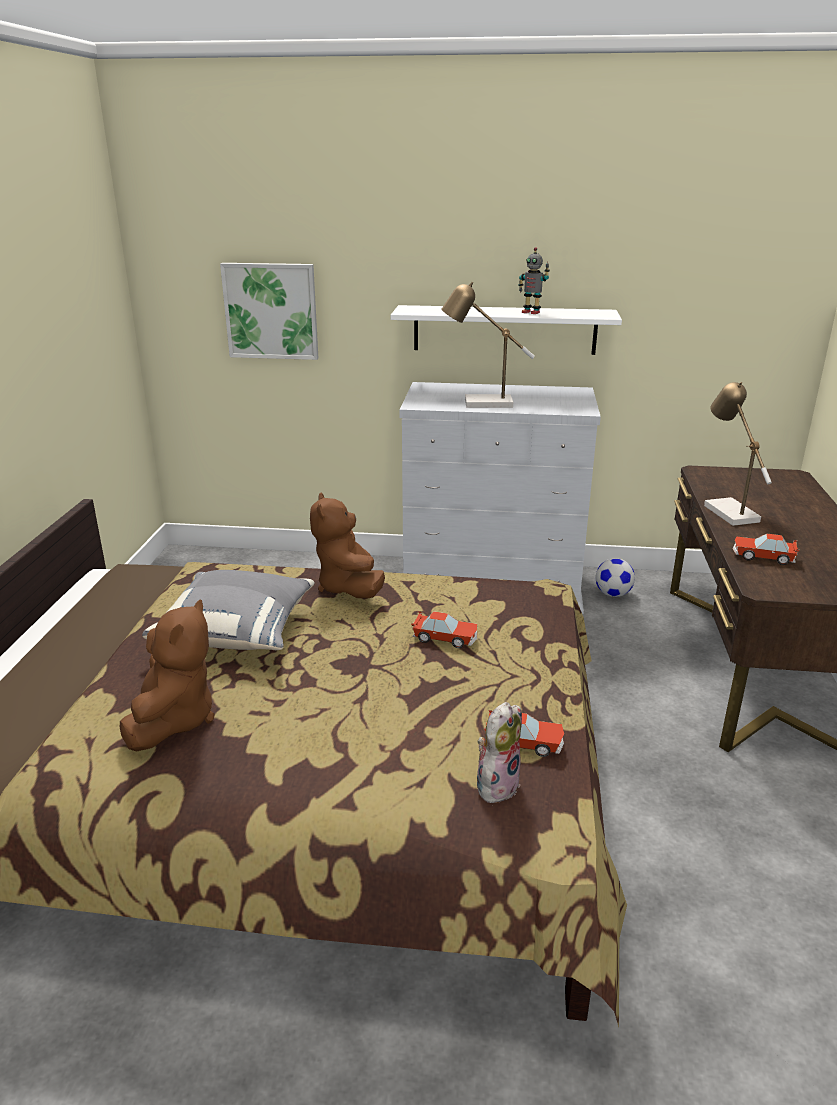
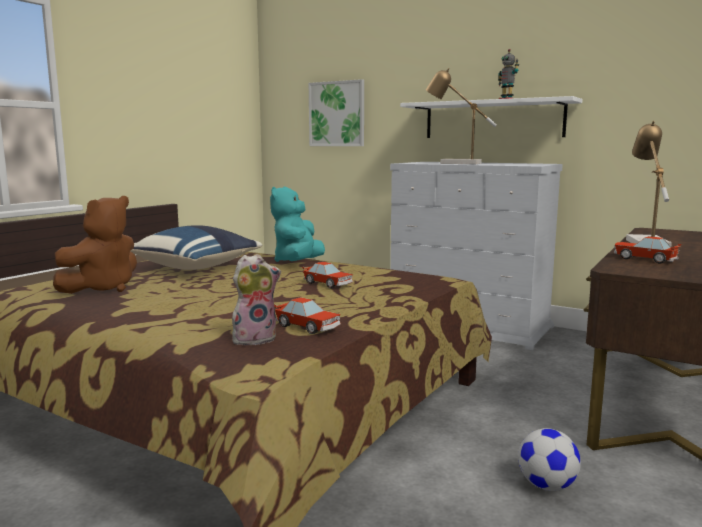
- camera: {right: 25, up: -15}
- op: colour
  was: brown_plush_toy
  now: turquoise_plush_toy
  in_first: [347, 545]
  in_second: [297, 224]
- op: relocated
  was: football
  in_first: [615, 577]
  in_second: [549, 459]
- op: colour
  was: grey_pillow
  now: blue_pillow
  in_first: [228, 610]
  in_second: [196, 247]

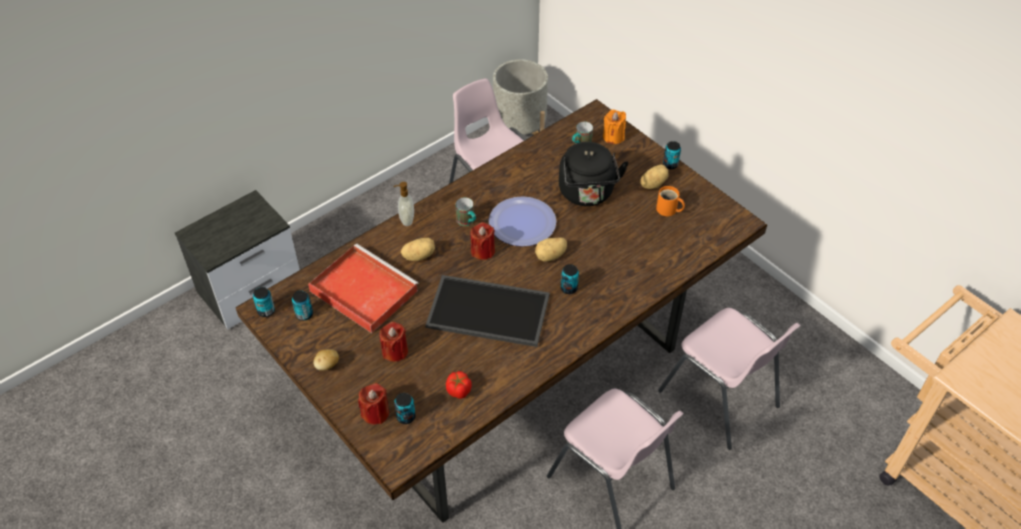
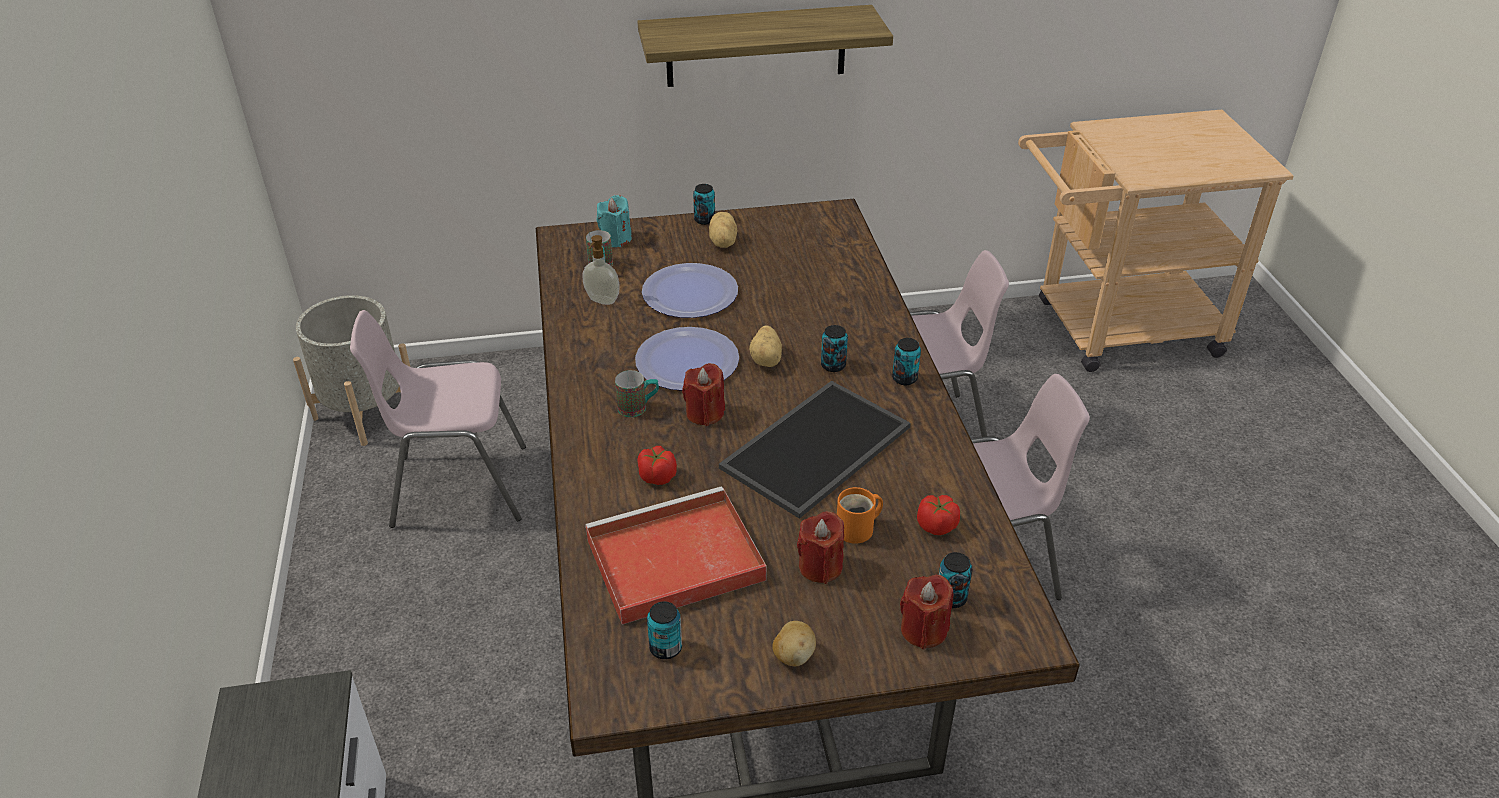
- camera: {right: -60, up: -10}
- op: colour
  was: orange_candle
  now: turquoise_candle
  in_first: [614, 127]
  in_second: [614, 221]
- op: exchanged
  was: black_kettle
  now: plate
  in_first: [593, 174]
  in_second: [690, 290]
- op: relocated
  was: soap_dispenser
  in_first: [403, 204]
  in_second: [601, 270]
- op: relocated
  was: orange_mug
  in_first: [670, 201]
  in_second: [860, 515]
- op: exchanged
  was: potato
  now: tomato
  in_first: [418, 249]
  in_second: [657, 465]
- op: relocated
  was: can
  in_first: [264, 302]
  in_second: [906, 361]
- op: appeared
  now: shelf
  in_second: [765, 46]

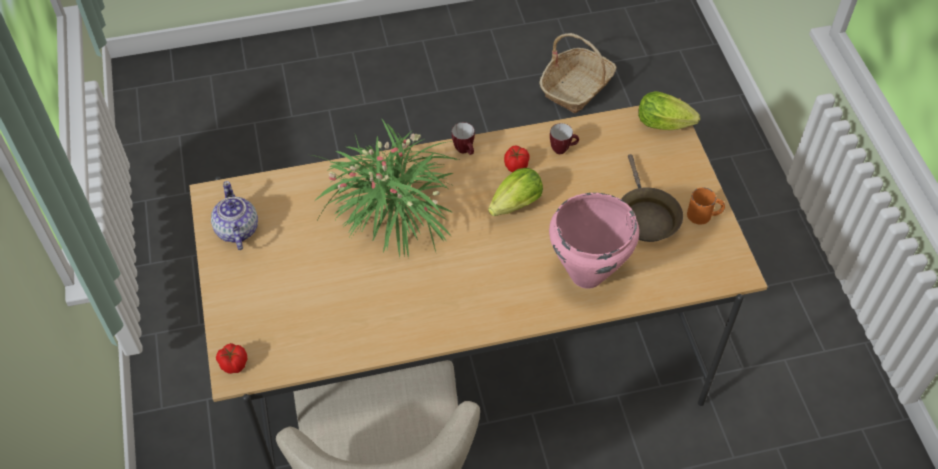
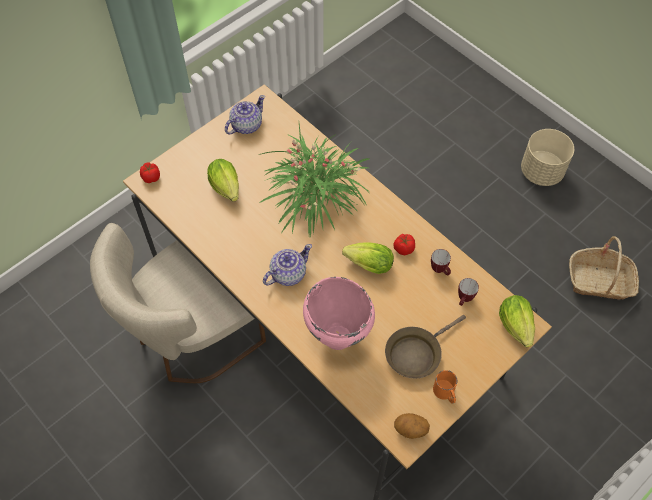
- camera: {right: 60, up: 5}
- op: relocated
  was: mug
  in_first: [463, 138]
  in_second: [468, 292]
- op: appeared
  now: beige_planter
  in_second: [547, 157]
- op: appeared
  now: lettuce
  in_second: [223, 180]
- op: appeared
  now: teapot
  in_second: [287, 265]
- op: appeared
  now: potato
  in_second: [412, 426]

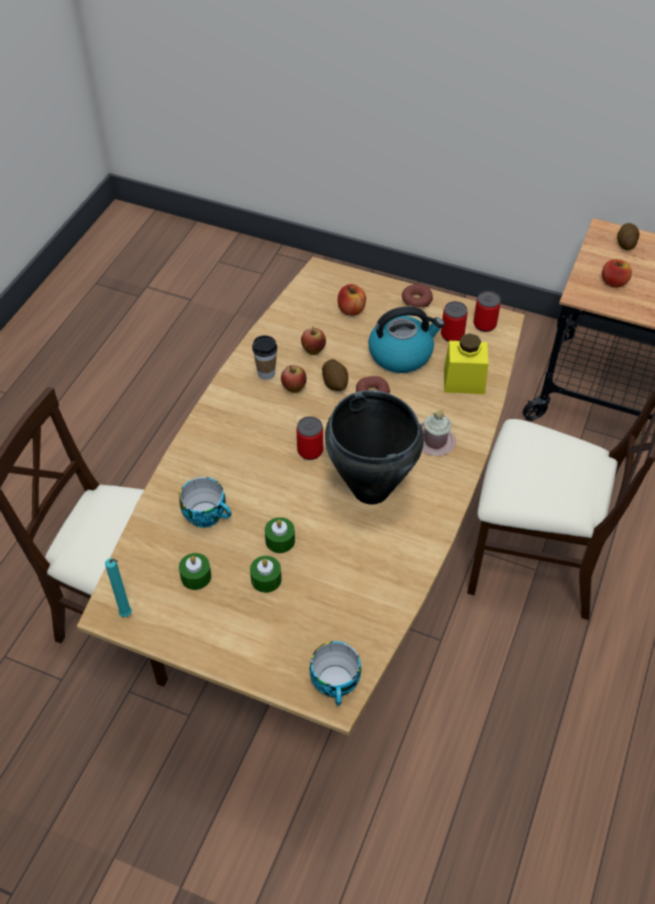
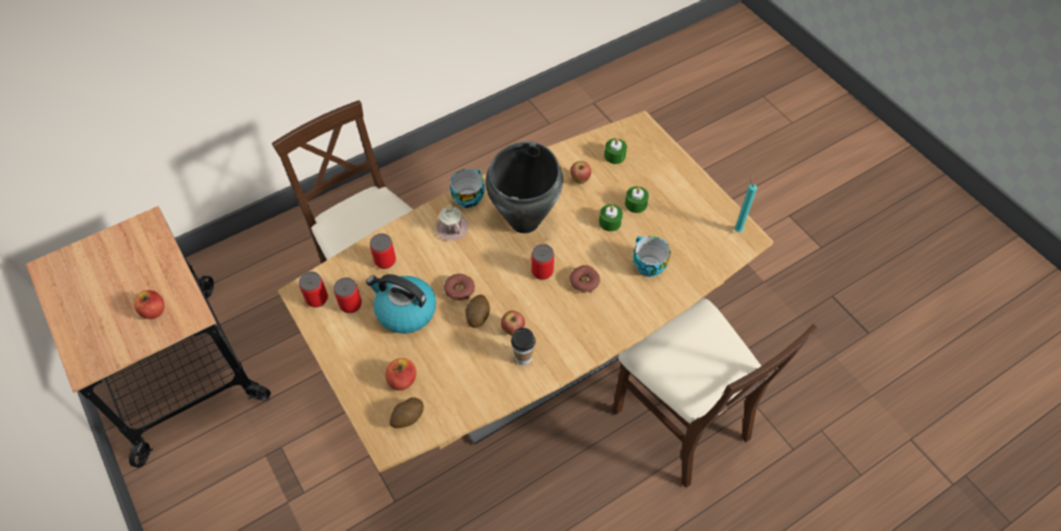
- camera: {right: -145, up: 5}
- op: relocated
  was: potato
  in_first: [628, 236]
  in_second: [407, 413]
- op: relocated
  was: donut
  in_first: [417, 296]
  in_second: [584, 279]
- op: relocated
  was: apple
  in_first: [313, 340]
  in_second: [580, 172]
- op: exchanged
  was: yellow_jar
  now: can
  in_first: [466, 364]
  in_second: [383, 251]
- op: relocated
  was: green_candle
  in_first: [195, 571]
  in_second: [615, 151]
- op: relocated
  was: cup
  in_first: [335, 673]
  in_second: [467, 188]

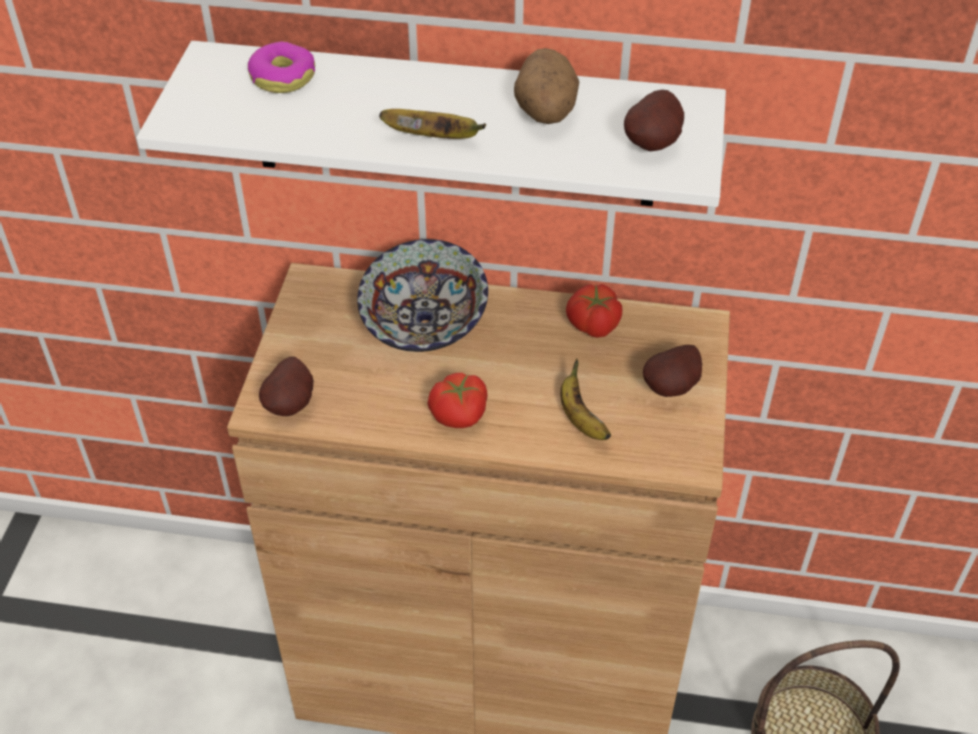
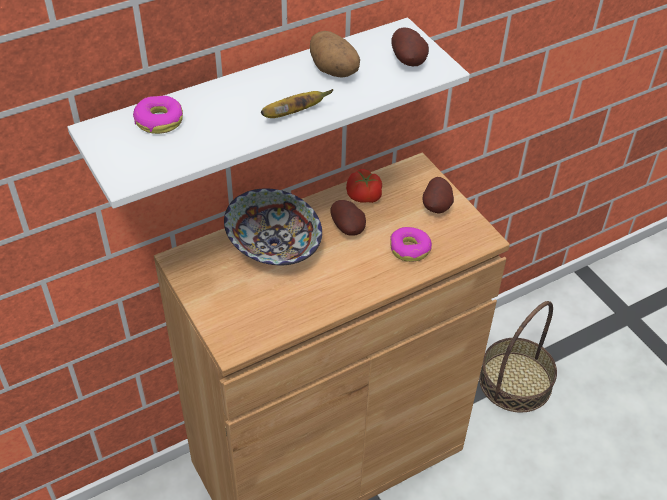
- camera: {right: -40, up: 0}
- op: relocated
  was: potato
  in_first: [286, 386]
  in_second: [348, 218]
- op: exchanged
  was: banana
  now: donut
  in_first: [585, 399]
  in_second: [411, 244]
- op: missing
  was: tomato
  in_first: [458, 400]

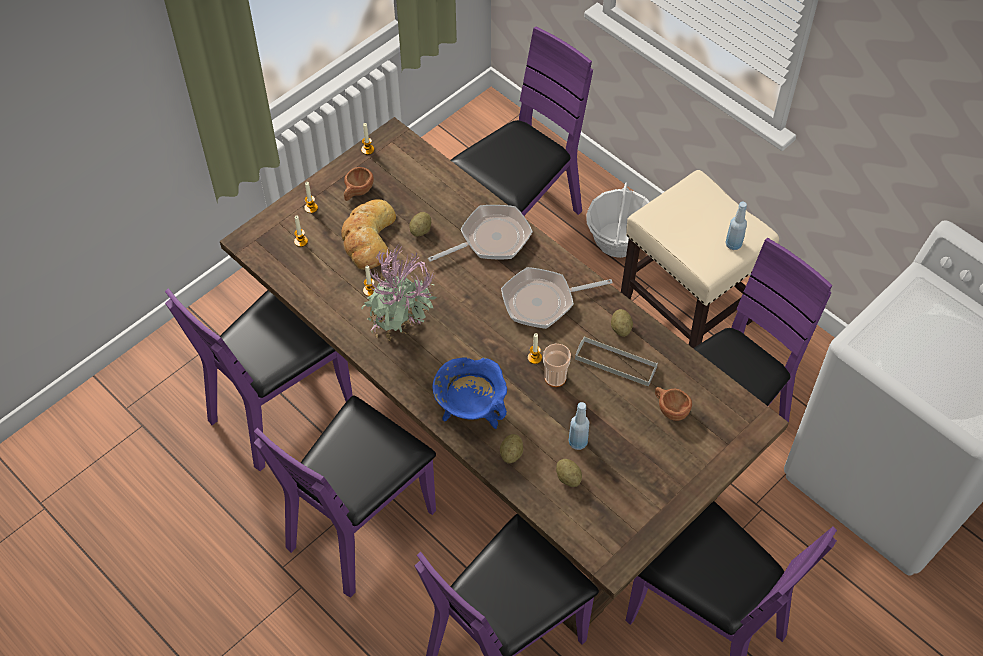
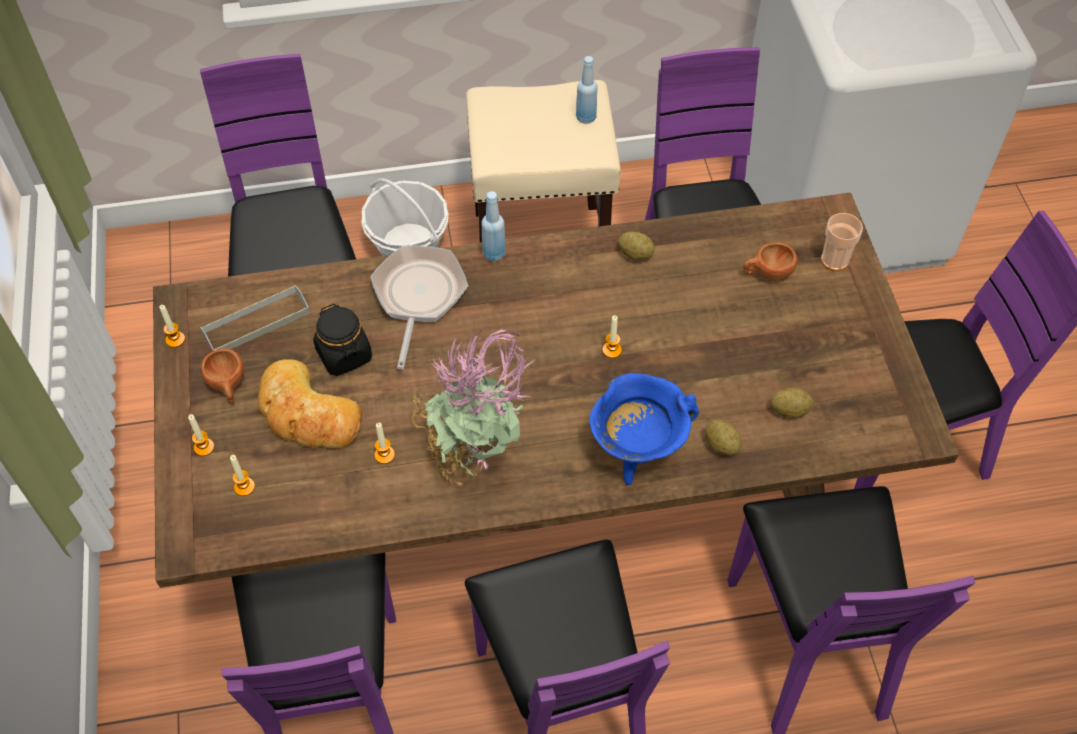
- camera: {right: -55, up: 0}
- op: exchanged
  was: potato
  now: black_jar
  in_first: [420, 224]
  in_second: [342, 339]
- op: missing
  was: frying_pan
  in_first: [557, 298]
- op: relocated
  was: grey_tray
  in_first: [616, 361]
  in_second: [255, 318]
- op: relocated
  was: cup
  in_first: [557, 365]
  in_second: [842, 242]
- op: relocated
  was: blue_bottle
  in_first: [579, 426]
  in_second: [493, 226]

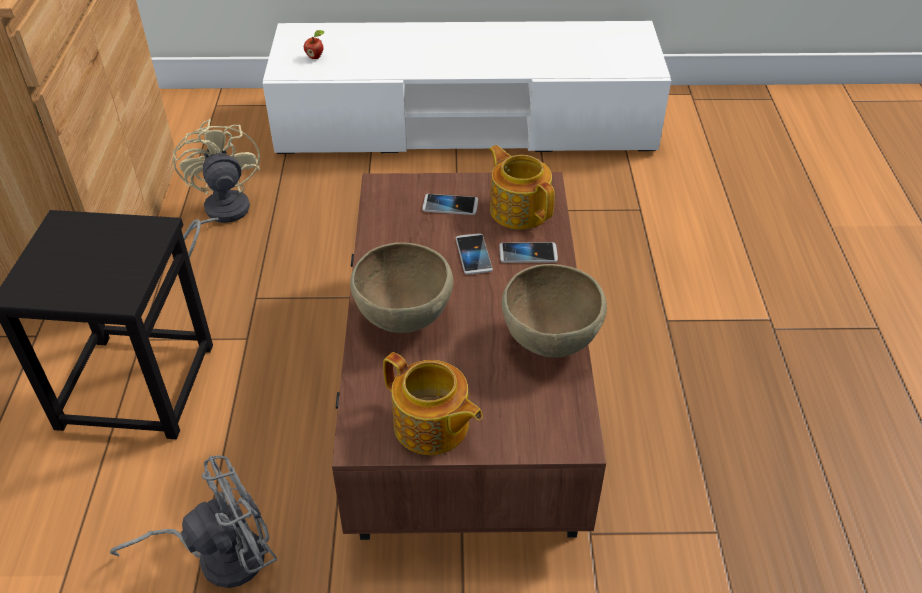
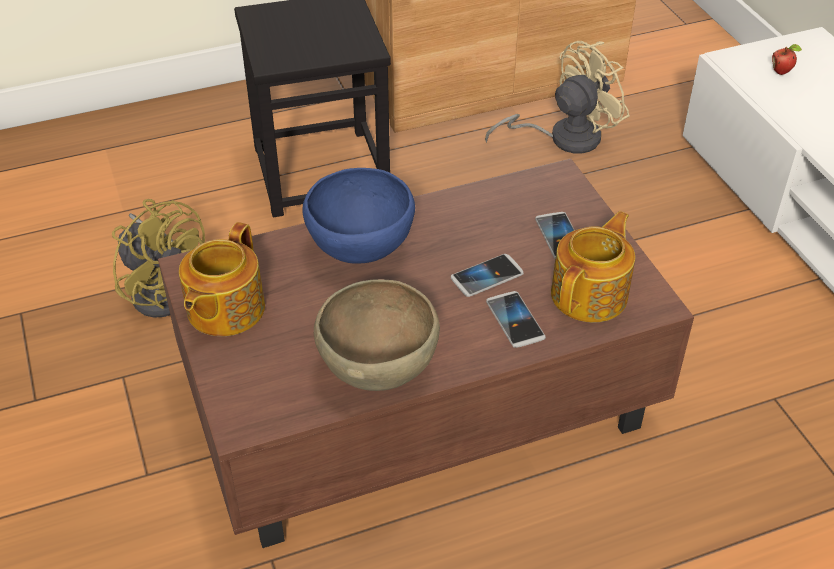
- camera: {right: 70, up: 0}
- op: colour
  was: brown_bowl
  now: blue_bowl
  in_first: [401, 287]
  in_second: [359, 215]
- op: colour
  was: grey_fan
  now: yellow_fan
  in_first: [193, 521]
  in_second: [158, 258]

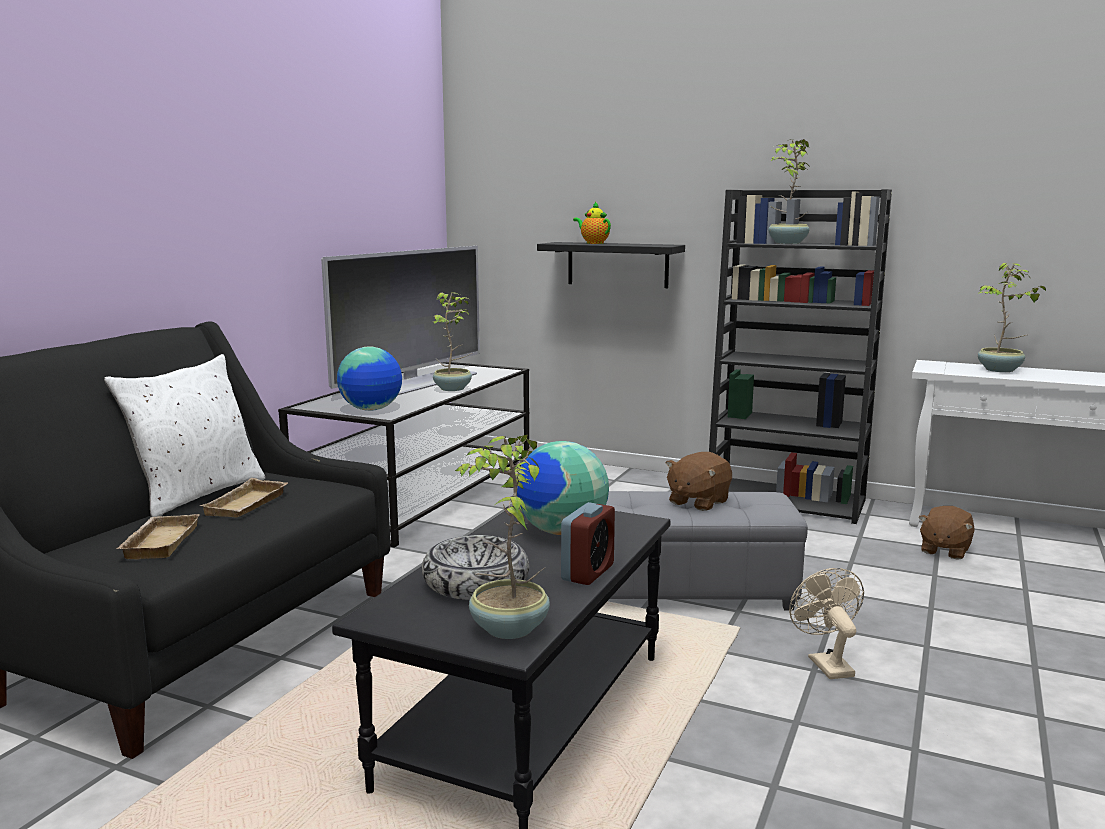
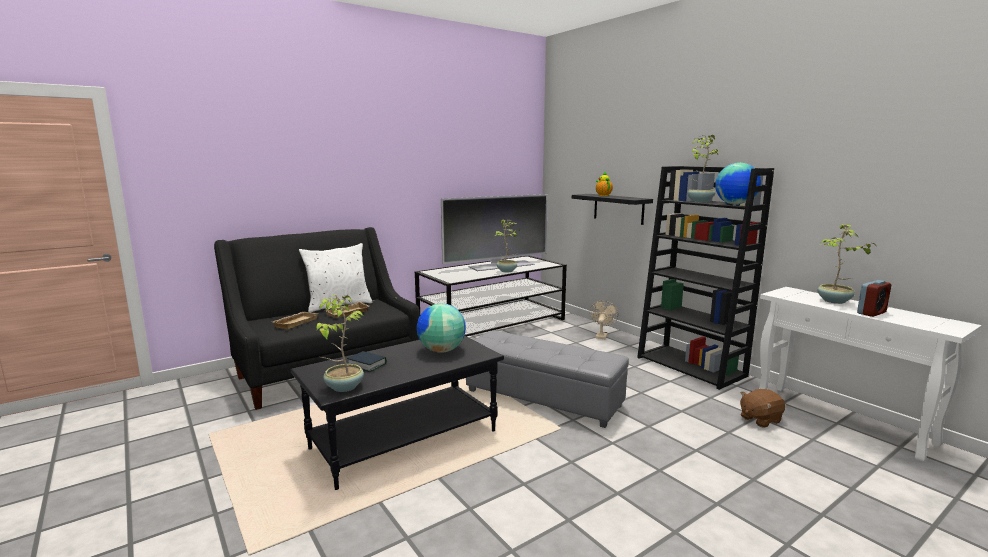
- camera: {right: 30, up: 0}
- op: relocated
  was: globe
  in_first: [369, 378]
  in_second: [738, 184]
- op: missing
  was: brown_plush_toy
  in_first: [699, 481]
- op: relocated
  was: alarm_clock
  in_first: [588, 543]
  in_second: [874, 298]
- op: exchanged
  was: bowl
  now: book
  in_first: [475, 567]
  in_second: [366, 361]
- op: relocated
  was: beige_fan
  in_first: [826, 623]
  in_second: [603, 319]

